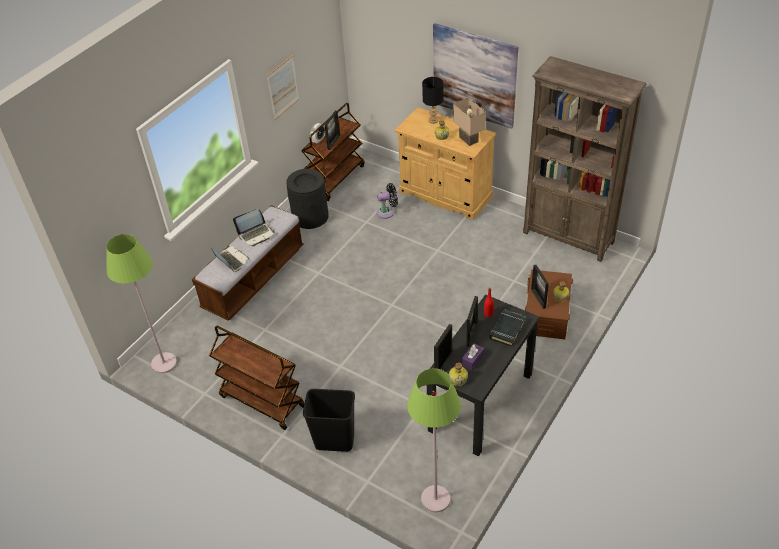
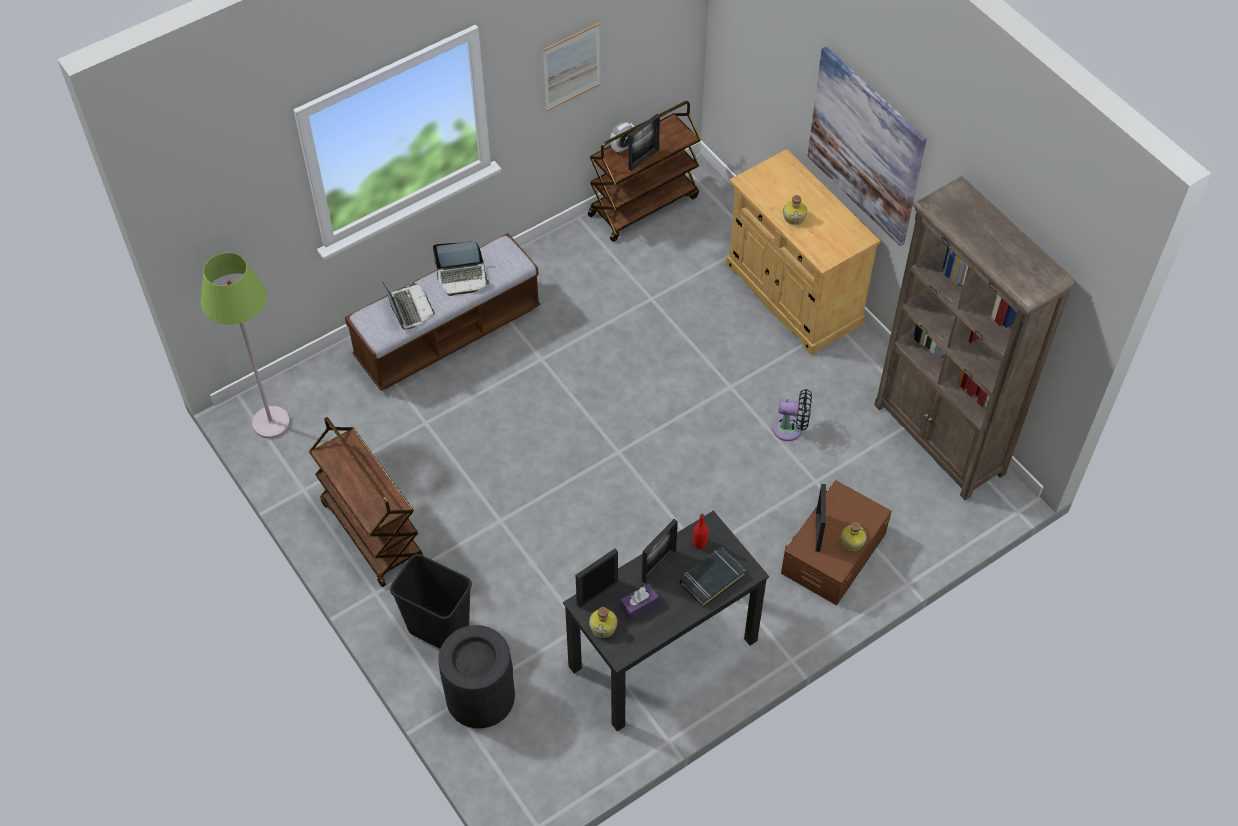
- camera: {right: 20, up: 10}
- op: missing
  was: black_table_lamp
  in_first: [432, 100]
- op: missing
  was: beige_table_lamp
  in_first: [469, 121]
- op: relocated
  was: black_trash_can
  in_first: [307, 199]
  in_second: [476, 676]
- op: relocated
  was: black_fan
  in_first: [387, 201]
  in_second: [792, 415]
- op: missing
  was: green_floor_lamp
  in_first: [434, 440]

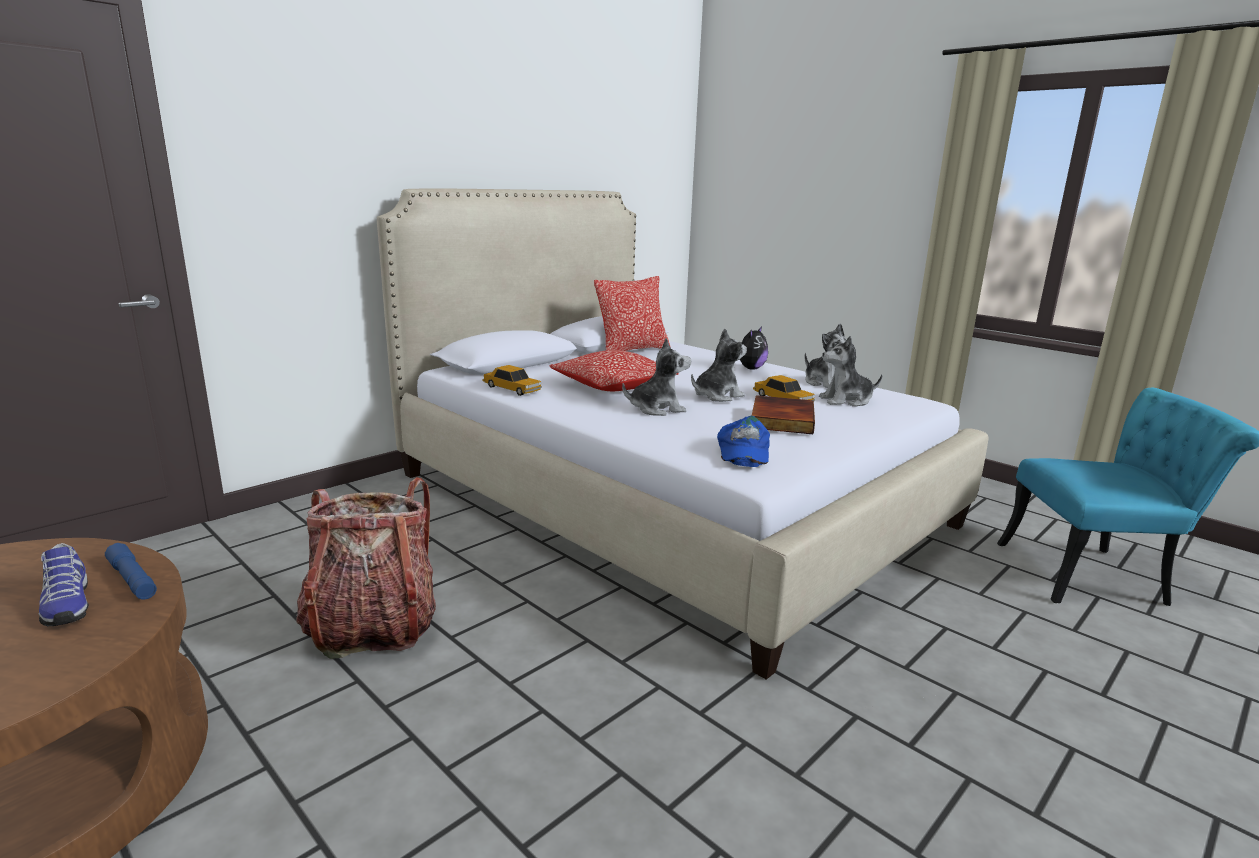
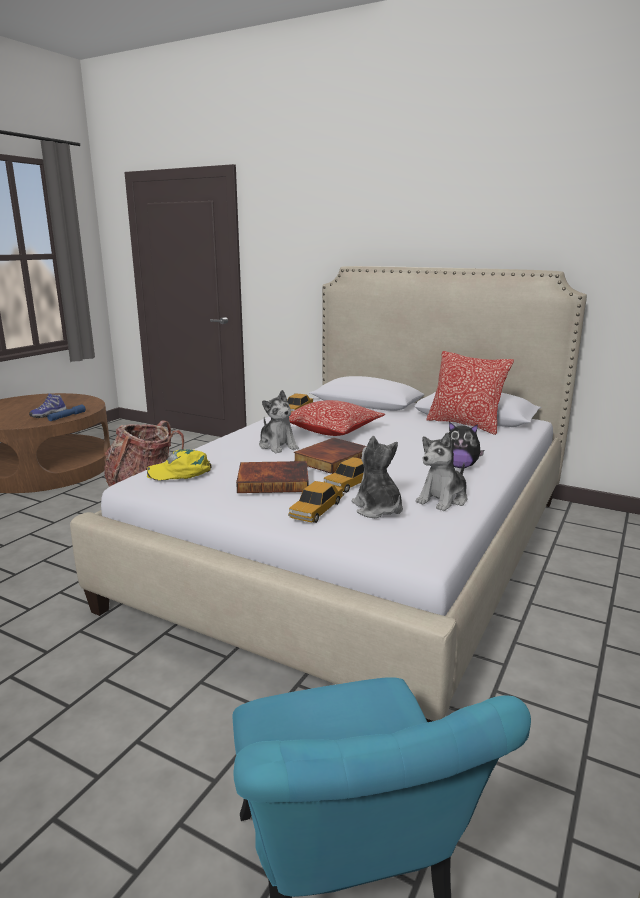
- camera: {right: 75, up: 0}
- op: exchanged
  was: plush_toy
  now: book
  in_first: [719, 365]
  in_second: [329, 456]
- op: colour
  was: blue_cap
  now: yellow_cap
  in_first: [743, 441]
  in_second: [179, 465]
- op: appeared
  now: toy_car
  in_second: [316, 502]

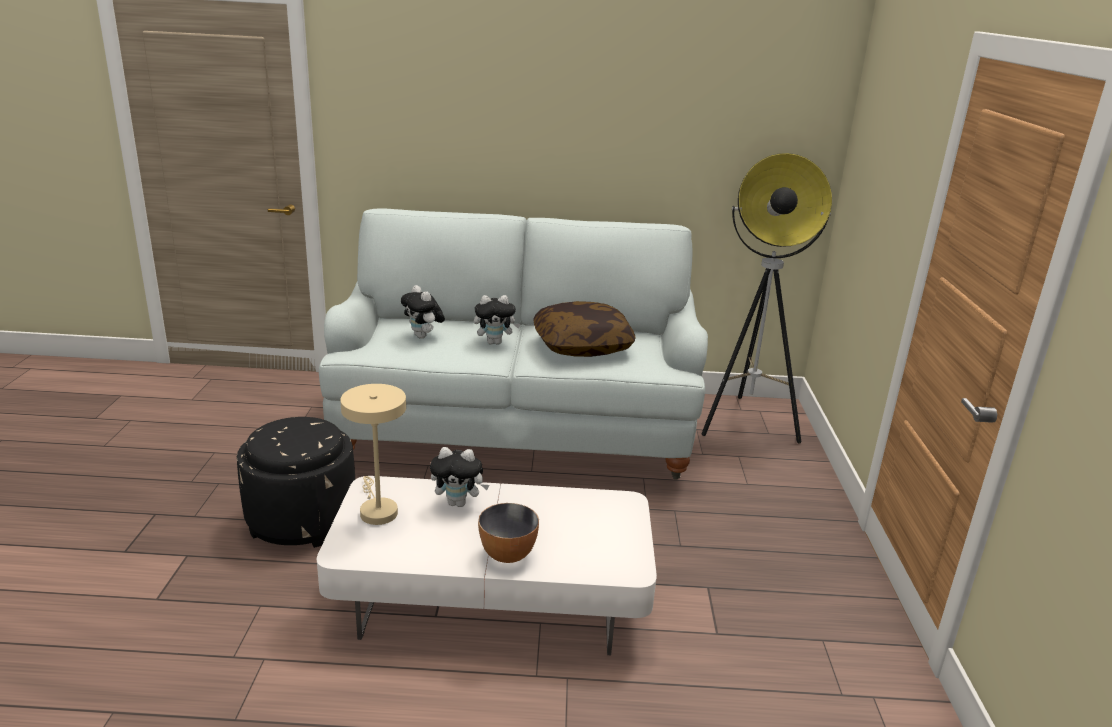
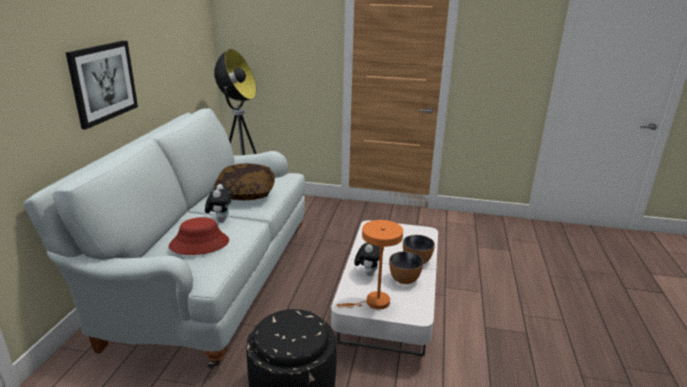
- camera: {right: -80, up: 0}
- op: exchanged
  was: plush_toy
  now: red_hat
  in_first: [423, 312]
  in_second: [199, 236]
- op: colour
  was: beige_table_lamp
  now: orange_table_lamp
  in_first: [373, 454]
  in_second: [370, 265]
- op: appeared
  now: picture
  in_second: [102, 84]
- op: appeared
  now: bowl
  in_second: [406, 267]

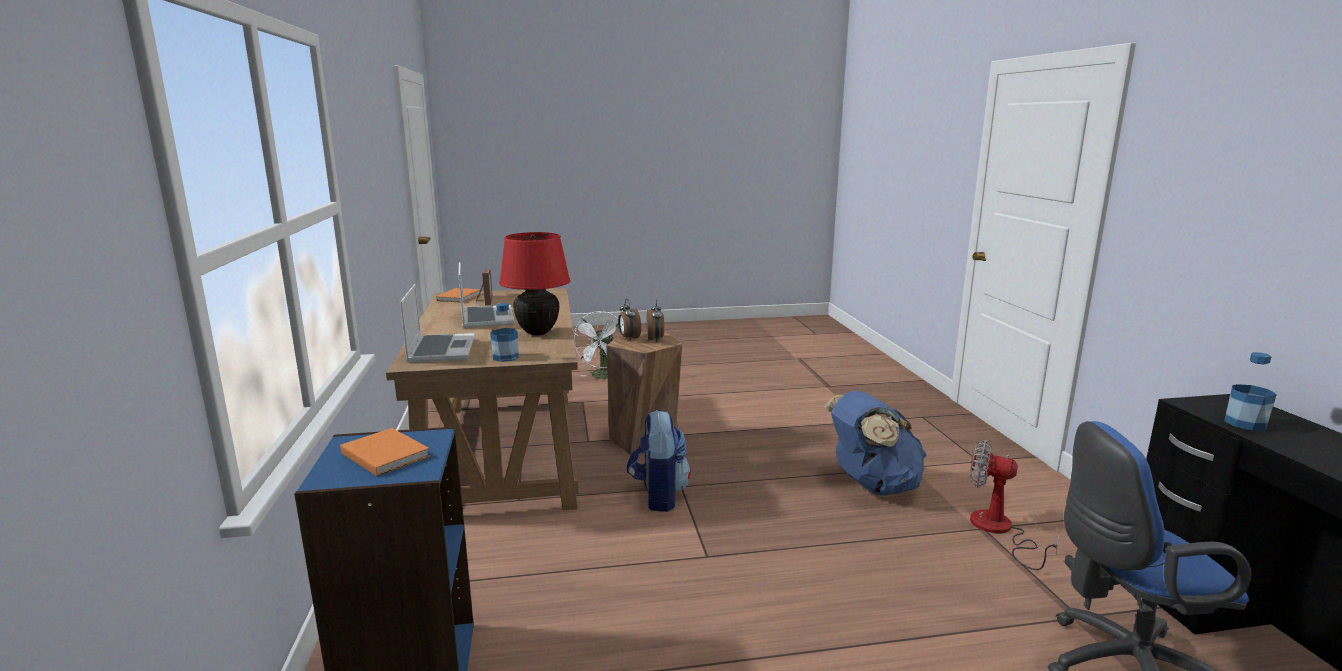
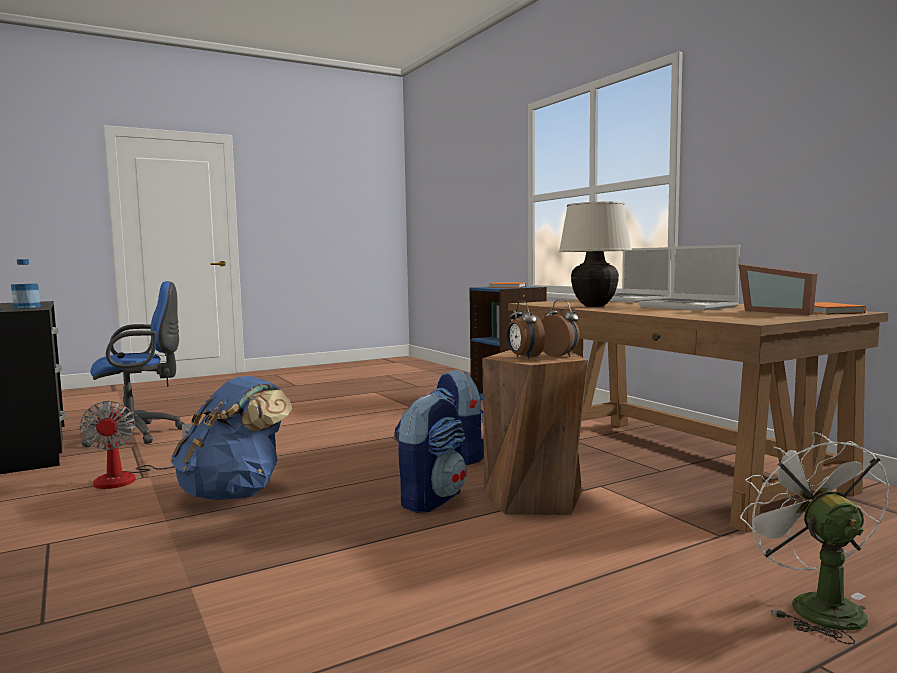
- camera: {right: 160, up: -10}
- op: colour
  was: red_table_lamp
  now: beige_table_lamp
  in_first: [534, 284]
  in_second: [595, 254]
- op: missing
  was: bottle
  in_first: [504, 332]
- op: spun
  was: fan
  in_first: [1014, 505]
  in_second: [136, 445]
  clockwise: 60
- op: appeared
  now: backpack
  in_second: [430, 453]

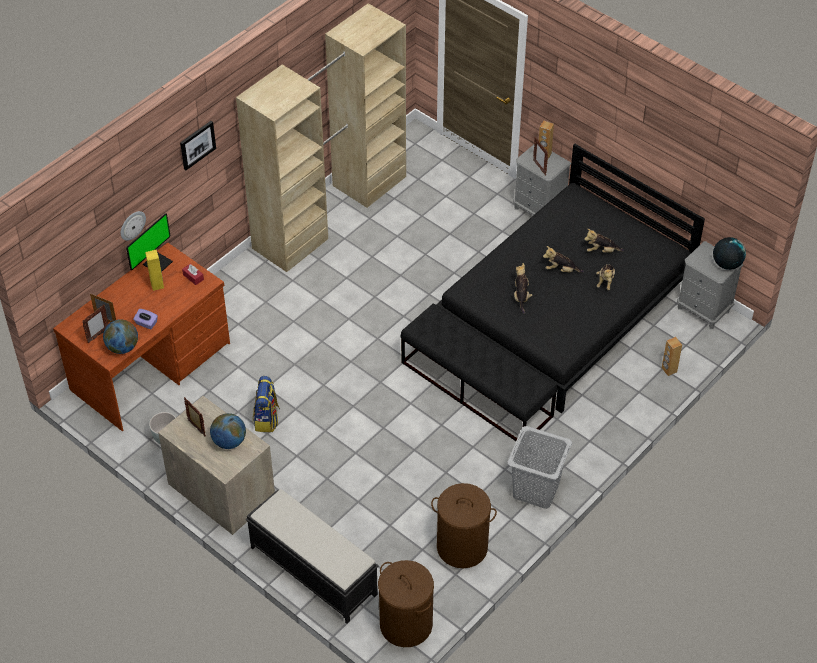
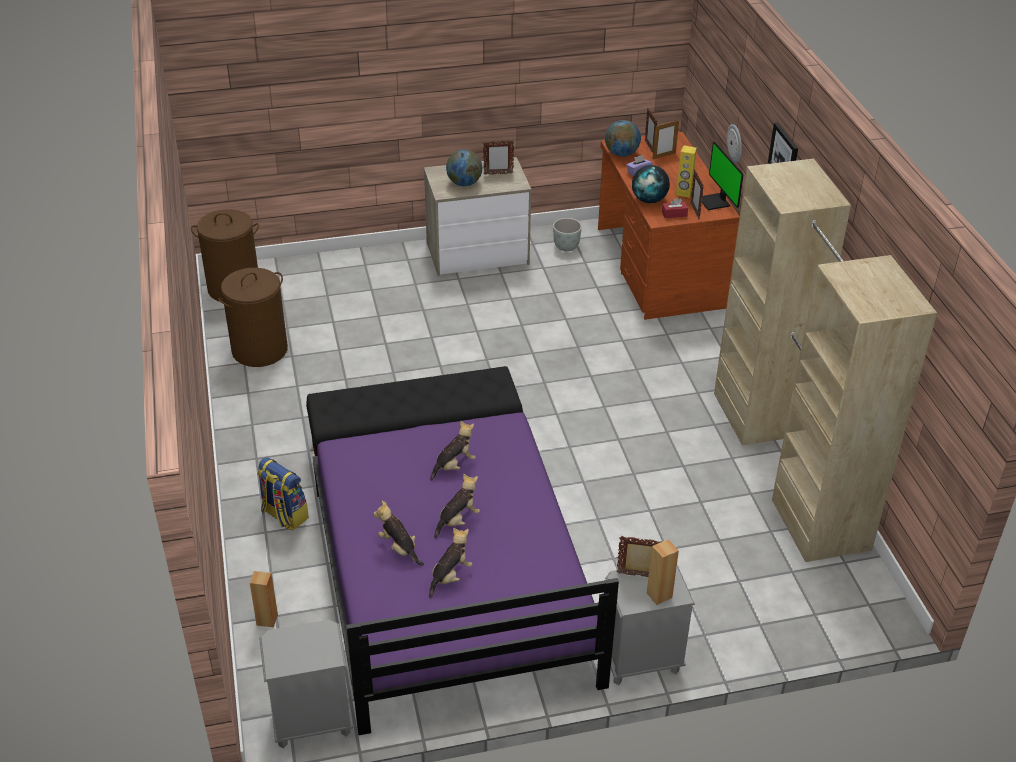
- camera: {right: 125, up: -10}
- op: colour
  was: black_bed
  now: purple_bed
  in_first: [570, 279]
  in_second: [466, 574]
- op: relocated
  was: globe
  in_first: [729, 253]
  in_second: [651, 184]
- op: spun
  was: plush_toy
  in_first: [523, 288]
  in_second: [453, 451]
  clockwise: -75
- op: relocated
  was: backpack
  in_first: [266, 404]
  in_second: [283, 493]
- op: missing
  was: grey_laundry_basket
  in_first: [540, 467]
- op: missing
  was: black_bench
  in_first: [312, 556]
- op: appeared
  now: picture_frame
  in_second: [697, 195]

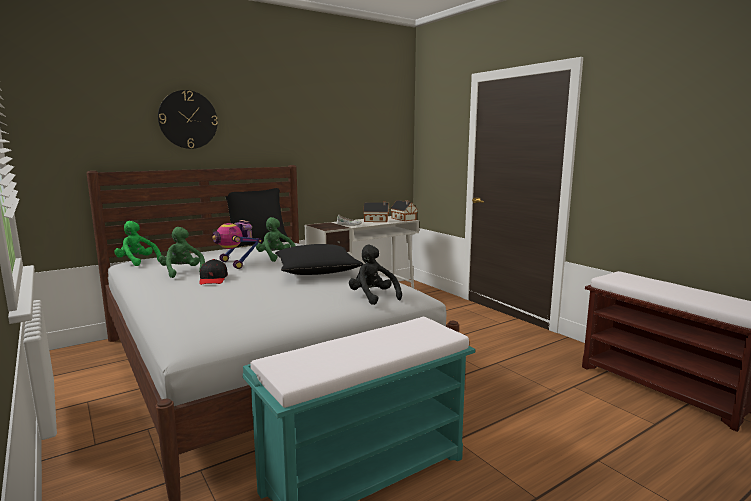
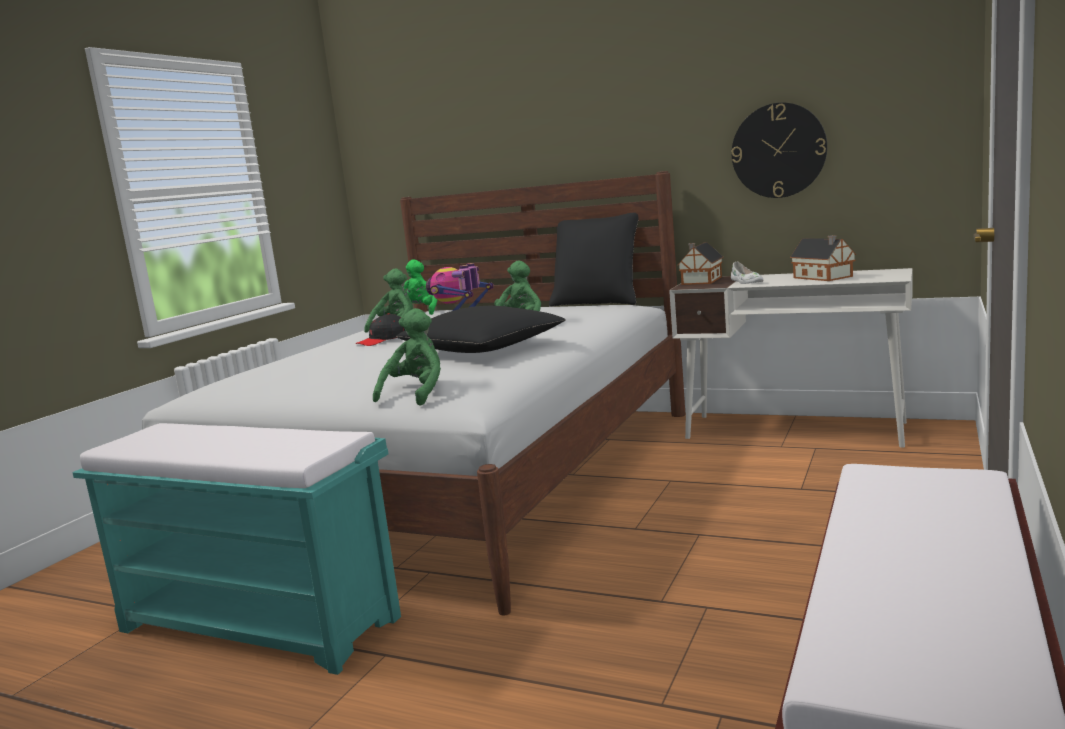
- camera: {right: 60, up: 0}
- op: relocated
  was: wall_clock
  in_first: [188, 119]
  in_second: [779, 150]
- op: relocated
  was: toy_house
  in_first: [404, 210]
  in_second: [700, 263]
- op: colour
  was: black_plush_toy
  now: green_plush_toy
  in_first: [375, 275]
  in_second: [407, 357]

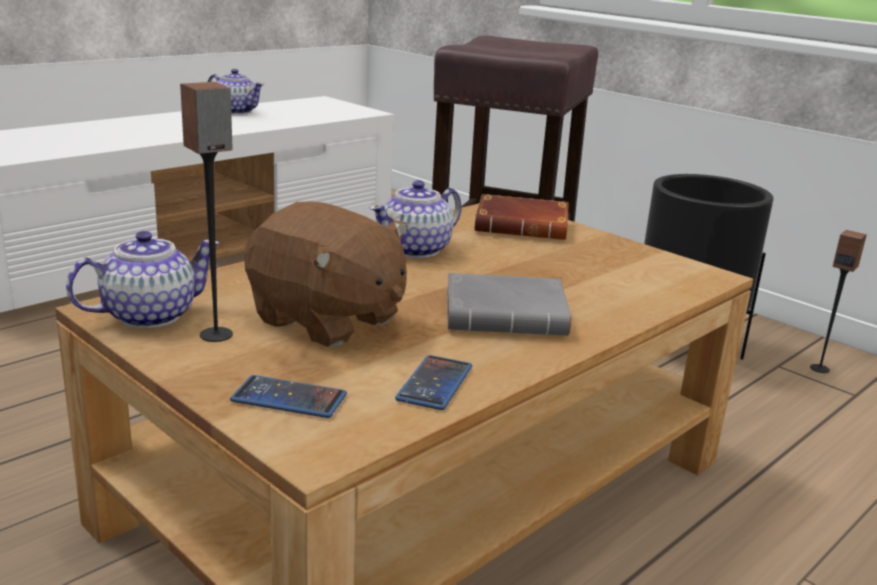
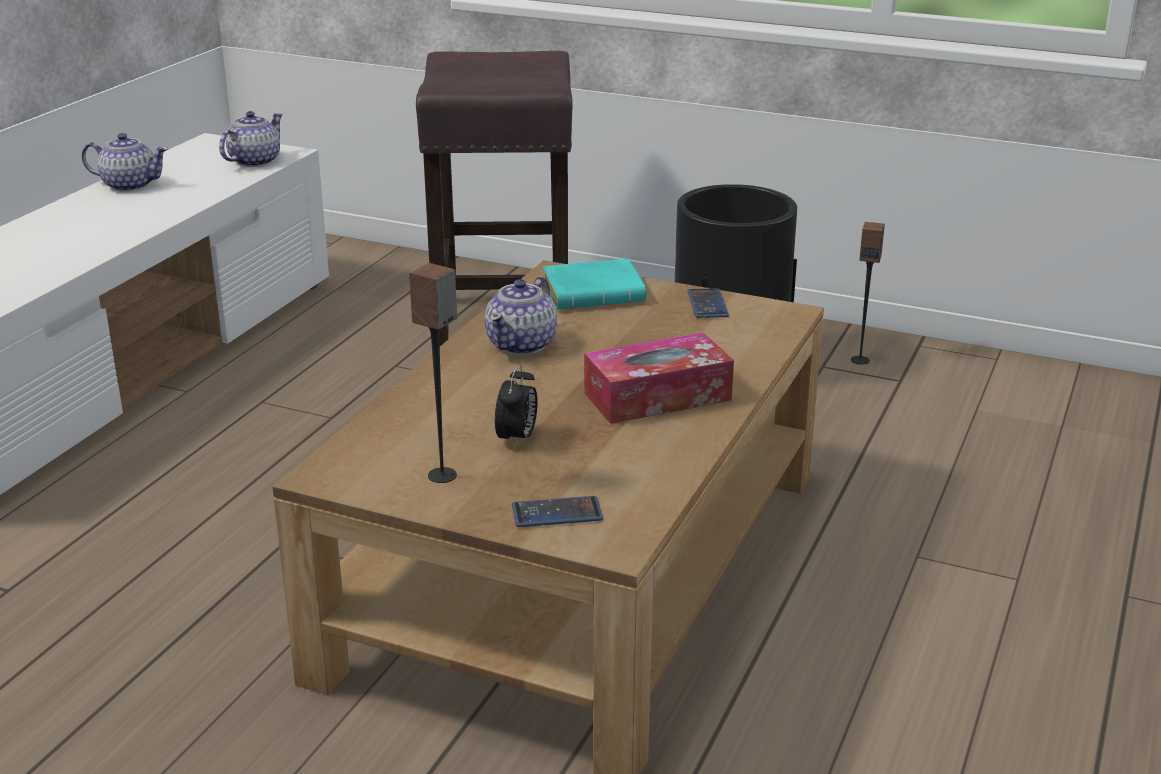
- camera: {right: -20, up: 5}
- op: colour
  was: brown_book
  now: turquoise_book
  in_first: [522, 217]
  in_second: [594, 284]
- op: exchanged
  was: brown_plush_toy
  now: alarm_clock
  in_first: [326, 274]
  in_second: [516, 406]
- op: relocated
  was: teapot
  in_first: [142, 279]
  in_second: [251, 139]
- op: exchanged
  was: grey_book
  now: tissue_box
  in_first: [509, 304]
  in_second: [659, 378]
- op: relocated
  was: phone
  in_first: [433, 382]
  in_second: [708, 303]

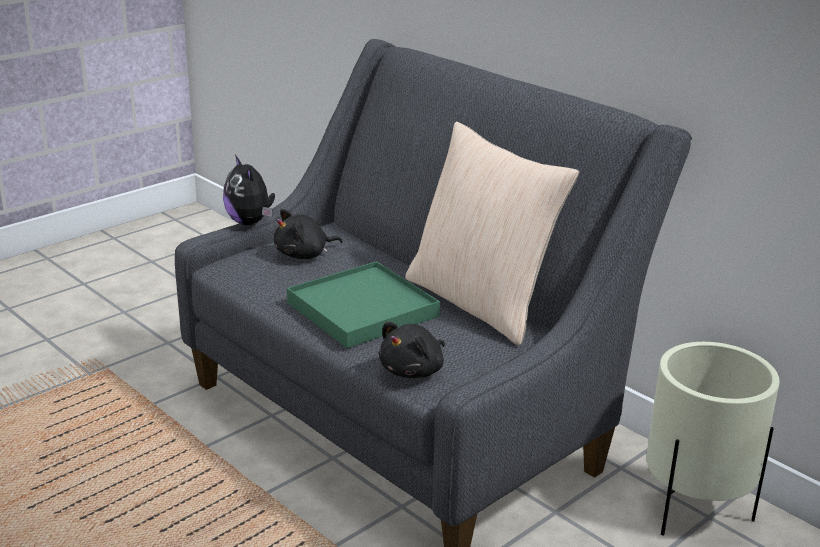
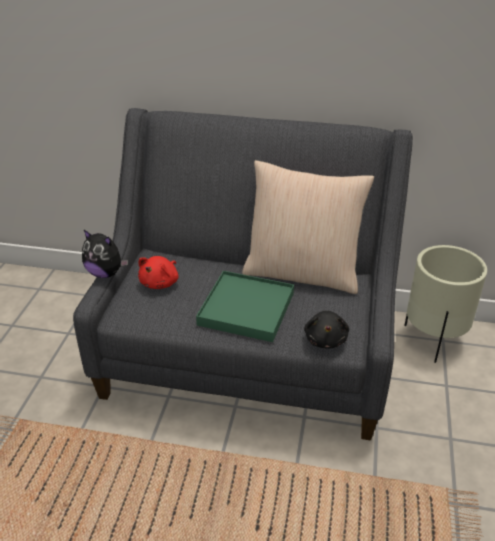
- camera: {right: -35, up: 10}
- op: colour
  was: black_plush_toy
  now: red_plush_toy
  in_first: [308, 234]
  in_second: [158, 272]

